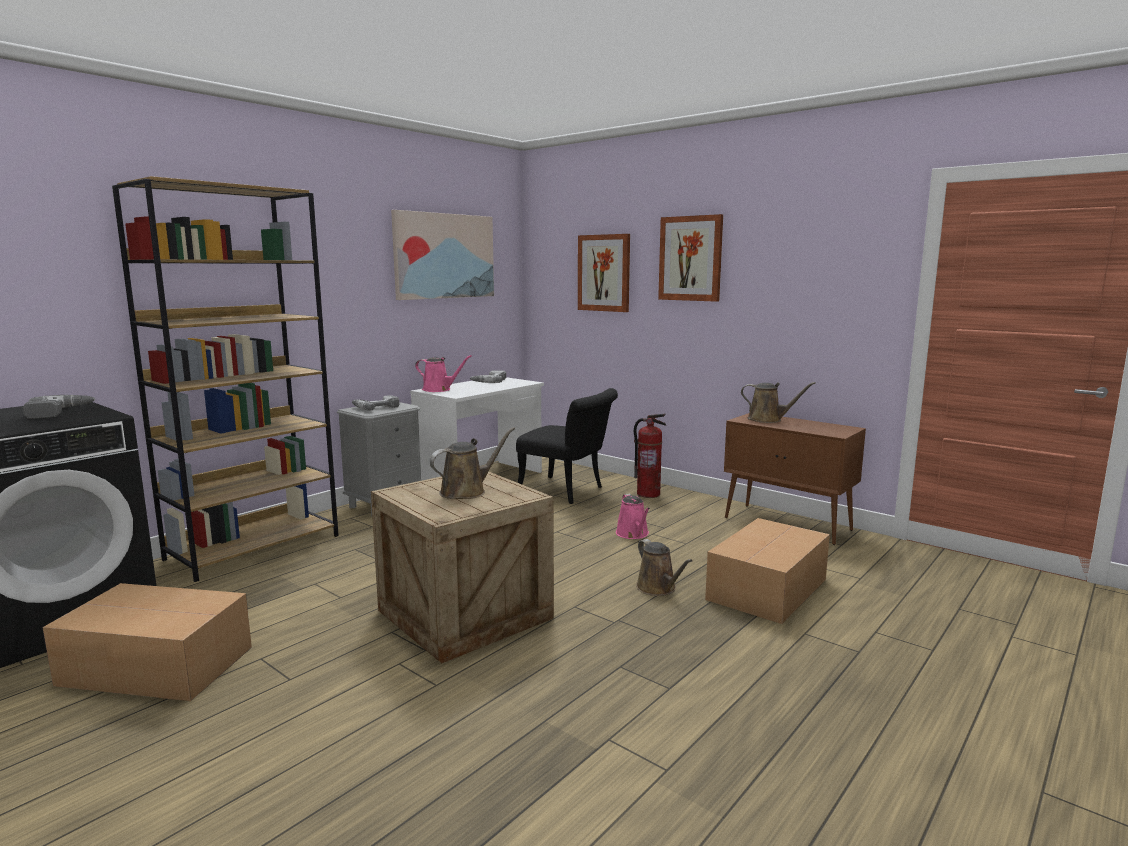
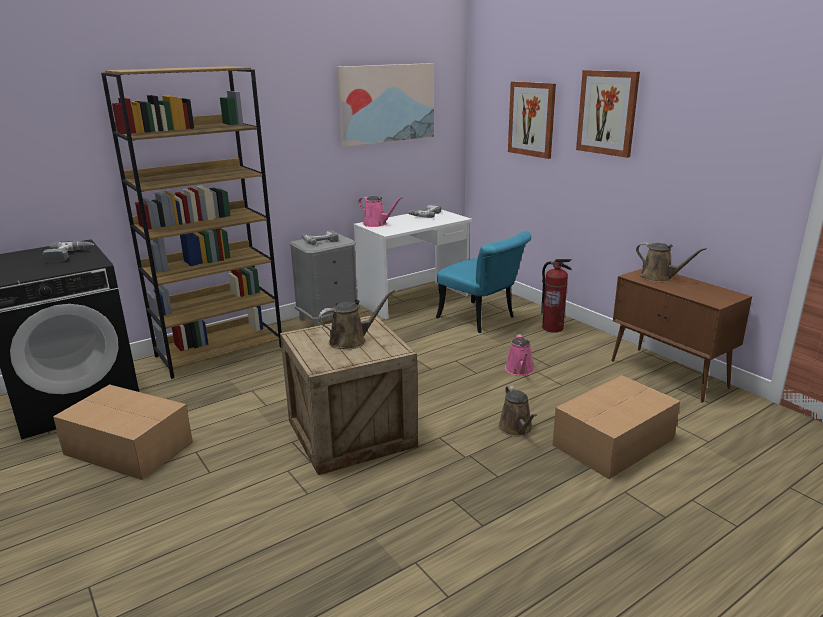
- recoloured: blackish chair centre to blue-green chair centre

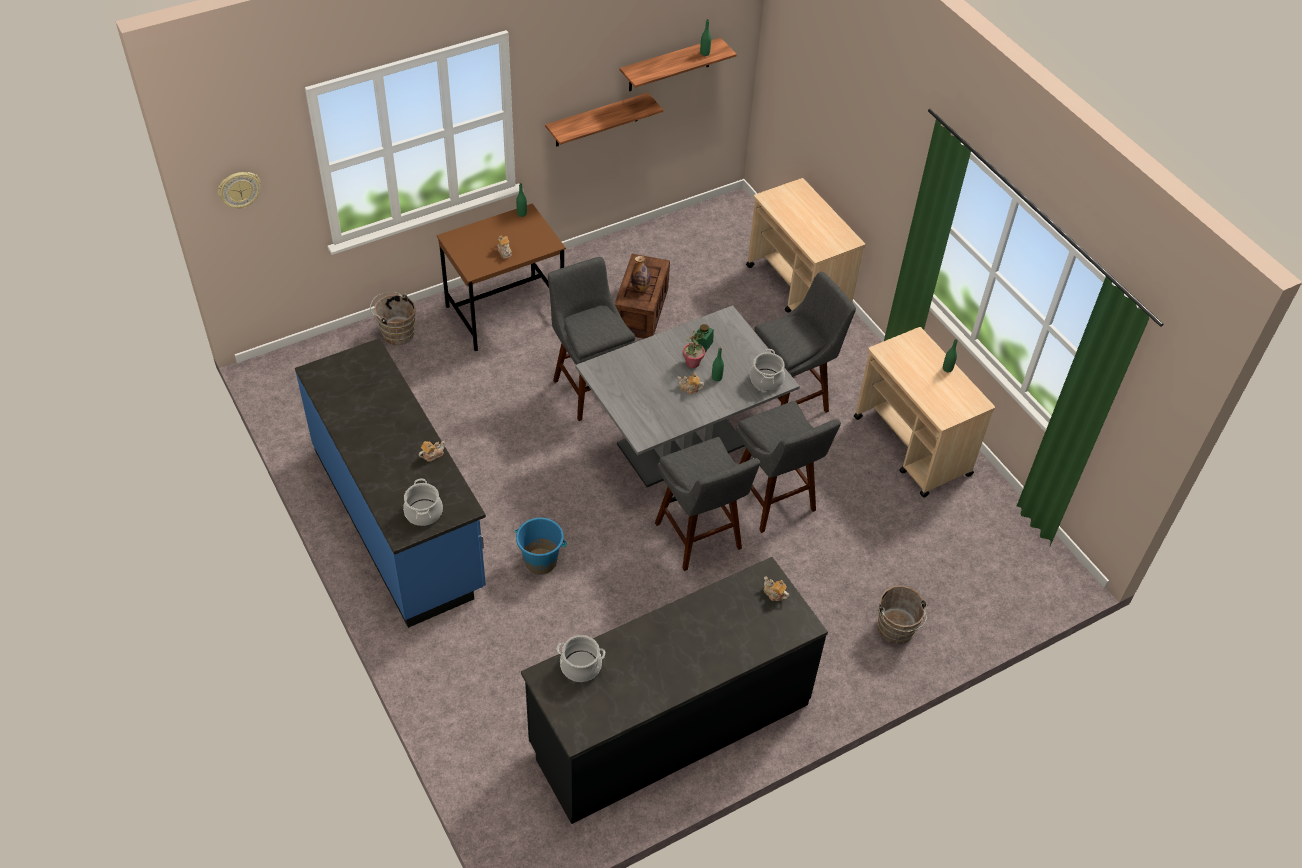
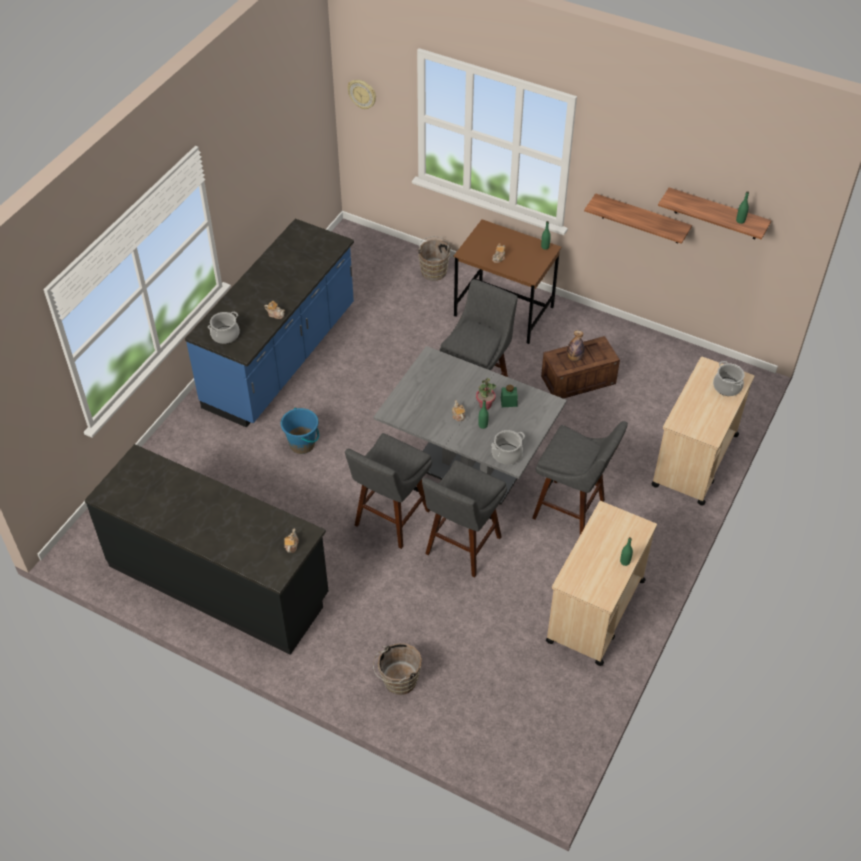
- moved: cooking pot (2nd from left in the first image) bottom centre to cooking pot (3rd from left) middle right

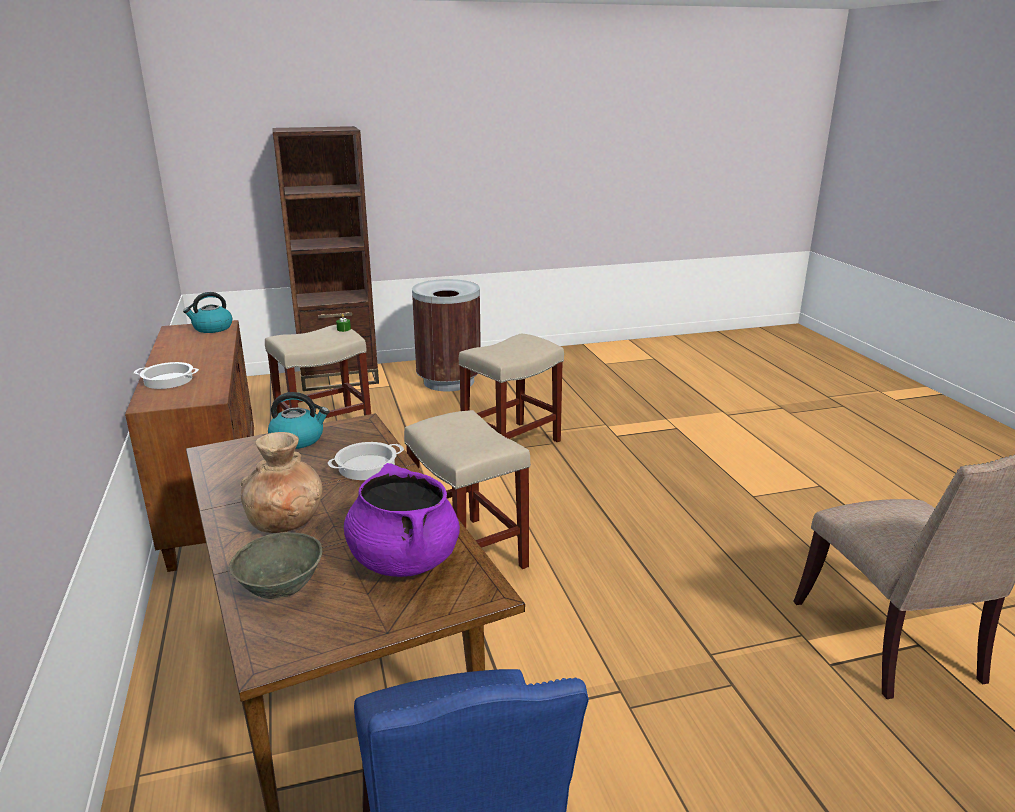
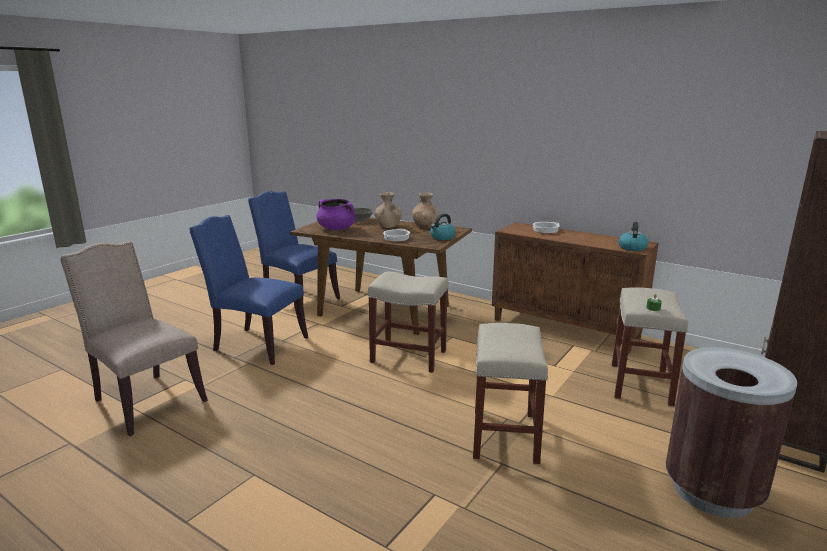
- added: brown flower vase (2nd from left) centre
- added: blue-coloured chair (1st from left) middle left

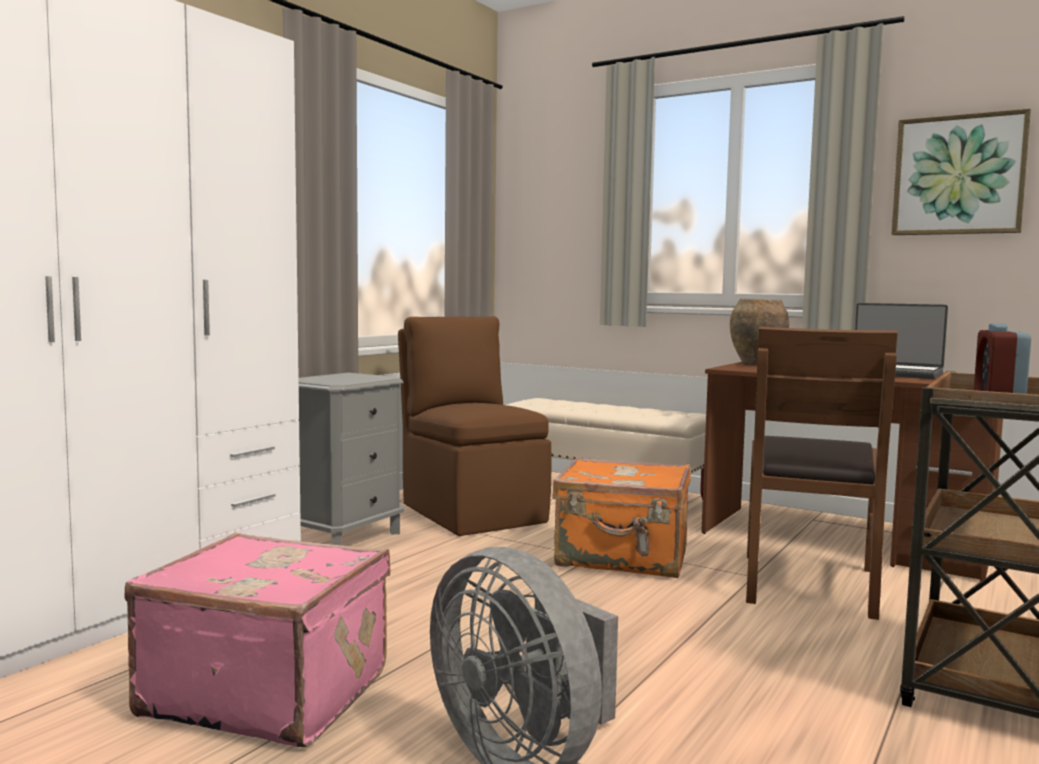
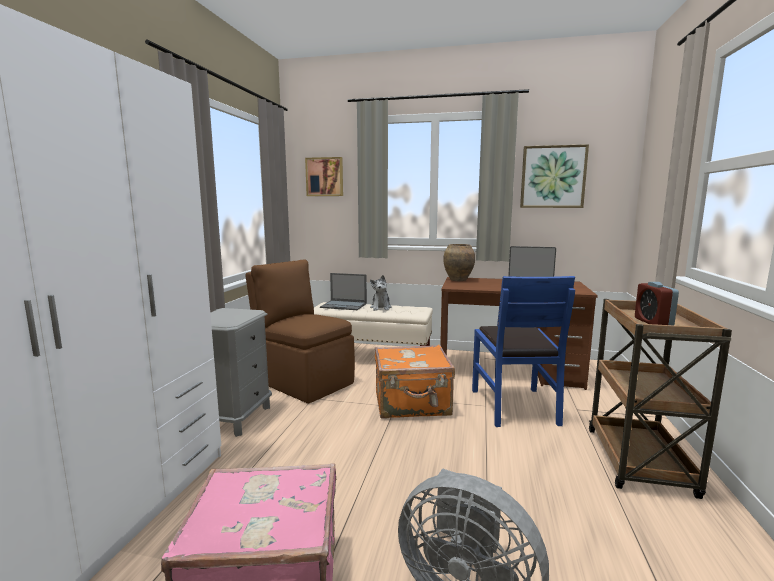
- recoloured: brown chair (2nd from left) middle right to blue-coloured chair middle right
- added: wall art (1st from left) top centre
- added: notebook computer (1st from left) centre
- added: plush toy centre

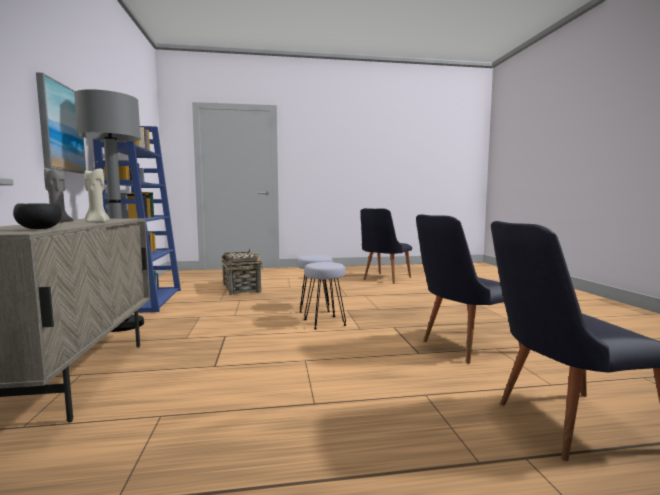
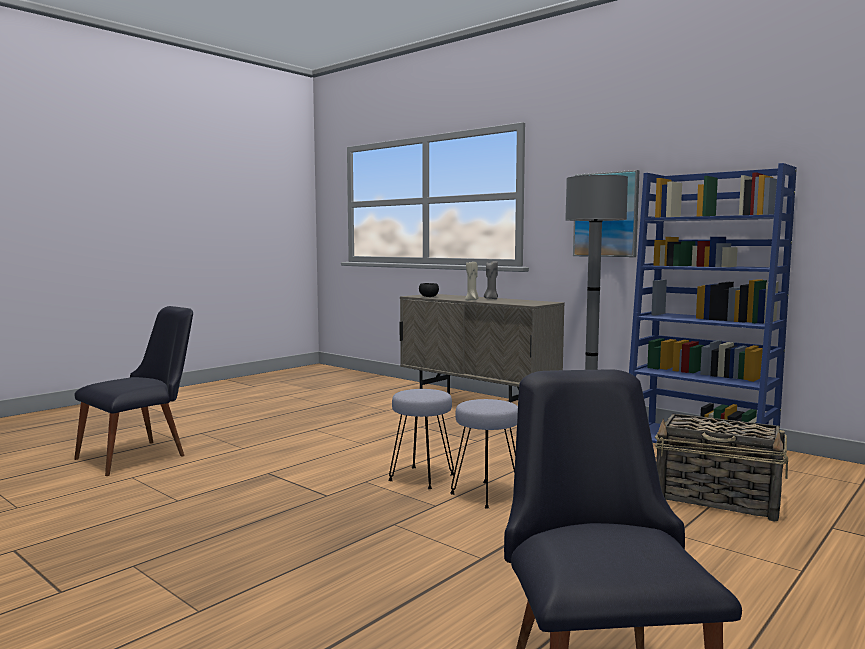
- removed: blackish chair (2nd from left) middle right

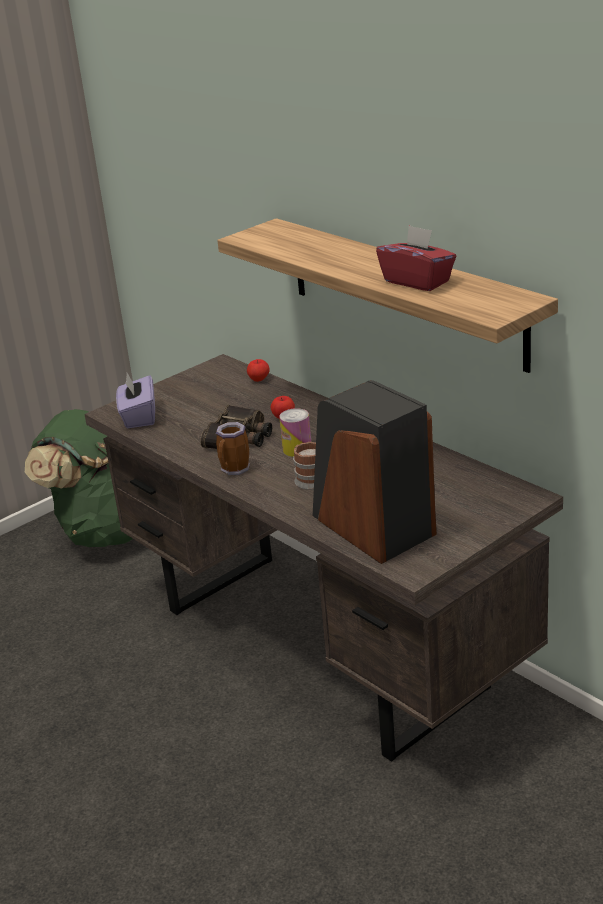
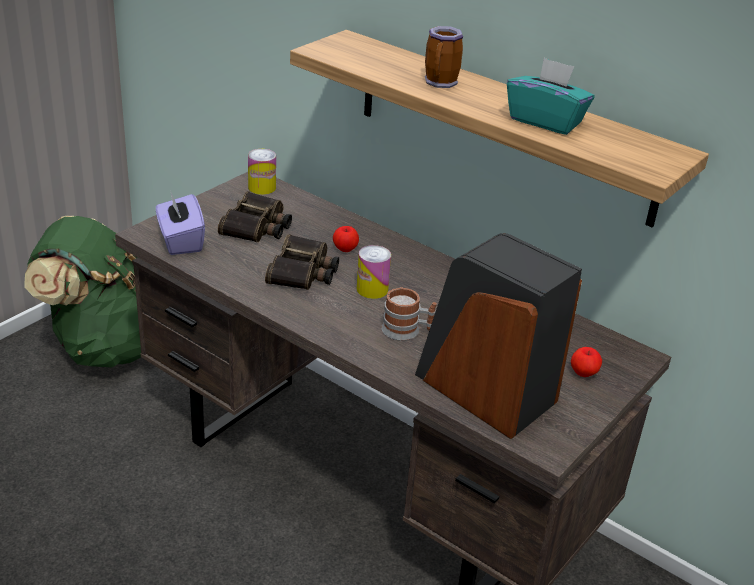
- recoloured: reddish box of tissues top right to blue-green box of tissues top right
- moved: whole apple (1st from left in the first image) centre to whole apple (2nd from left) middle right
- moved: coffee mug (1st from left in the first image) centre to coffee mug (2nd from left) top centre
- added: metal can (1st from left) top centre
- added: field glasses (1st from left) centre

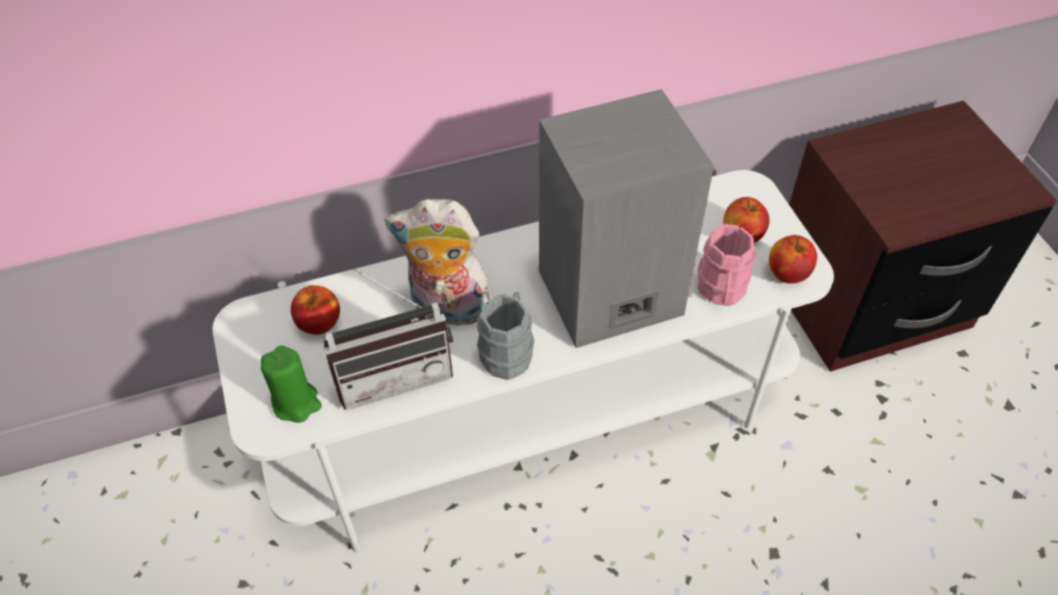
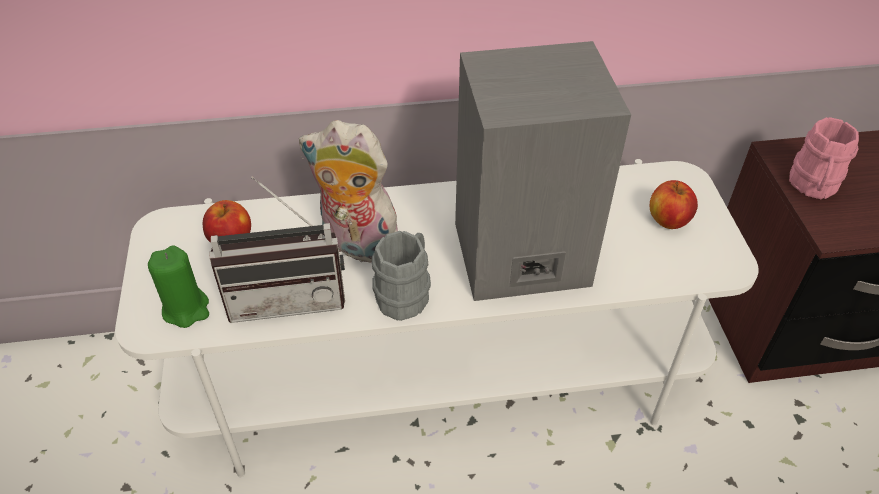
- moved: pinkish coffee mug middle right to top right
- removed: whole apple (3rd from left) middle right

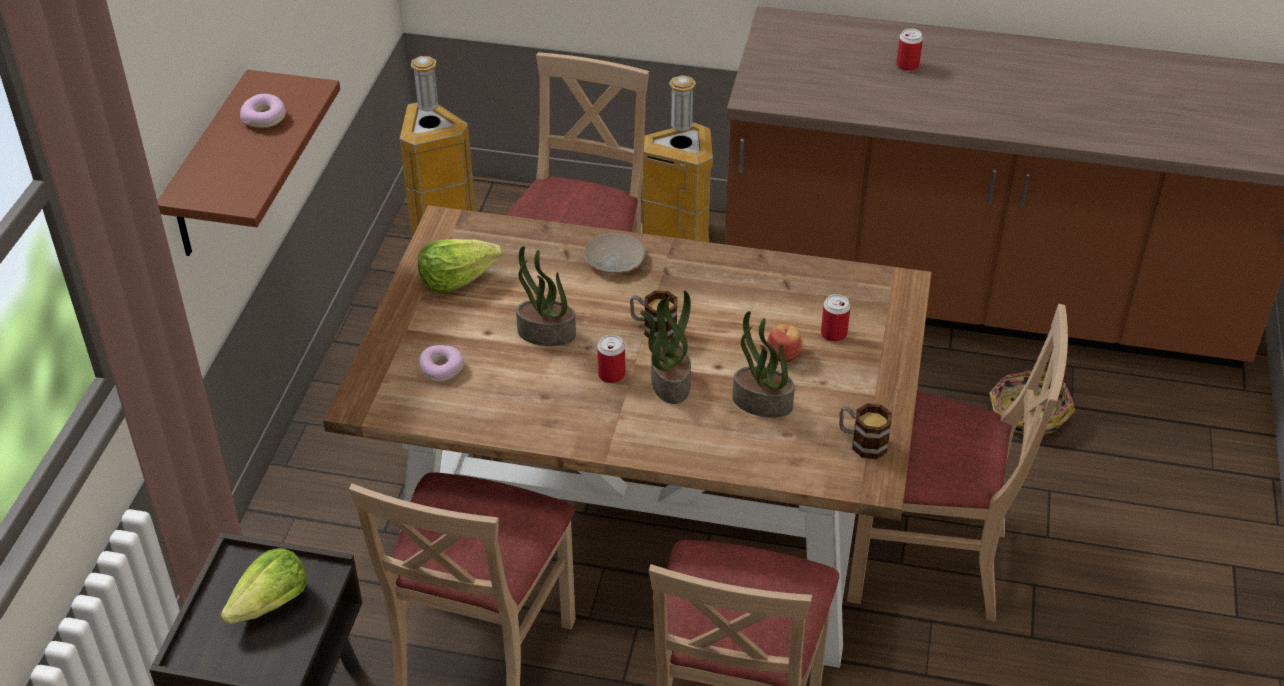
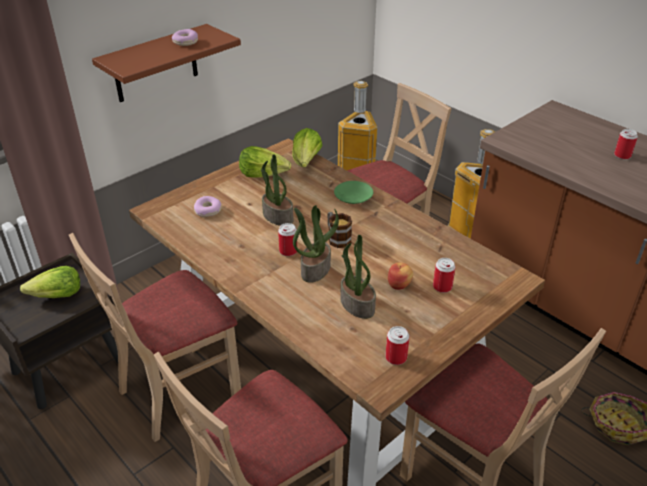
- recoloured: beige-coloured flat dish centre to green flat dish centre
- replaced: coffee mug (2nd from left) middle right to metal can (2nd from left) bottom centre
- added: lettuce (3rd from left) top centre

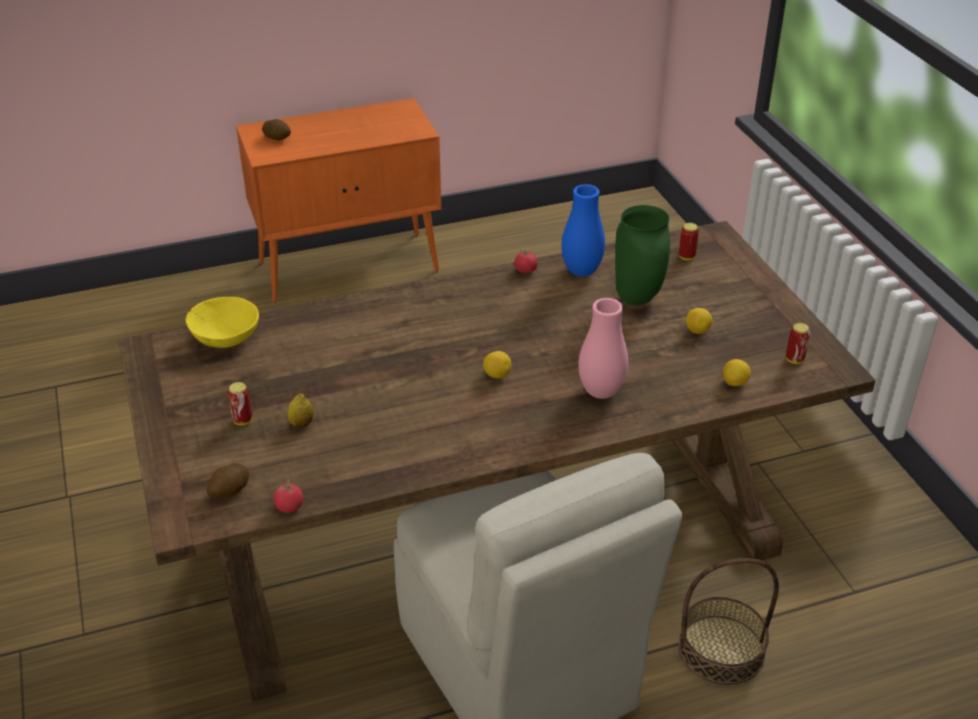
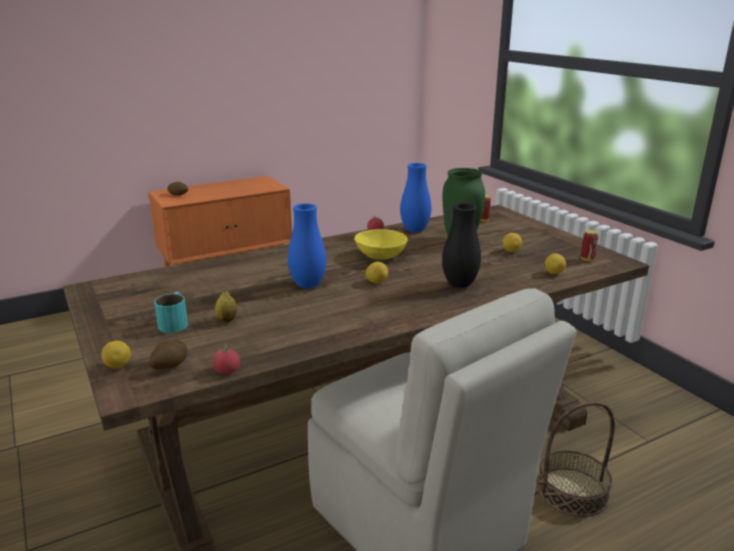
- moved: yellowish deep dish middle left to centre
- recoloured: pinkish flower vase centre to blackish flower vase centre
- replaced: metal can (1st from left) middle left to blue-green coffee mug middle left
- added: blue-coloured flower vase (1st from left) centre
- added: lemon (1st from left) middle left

